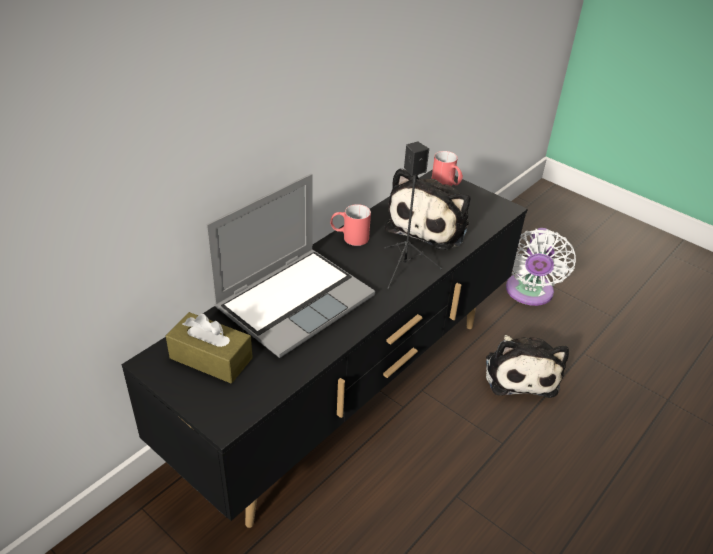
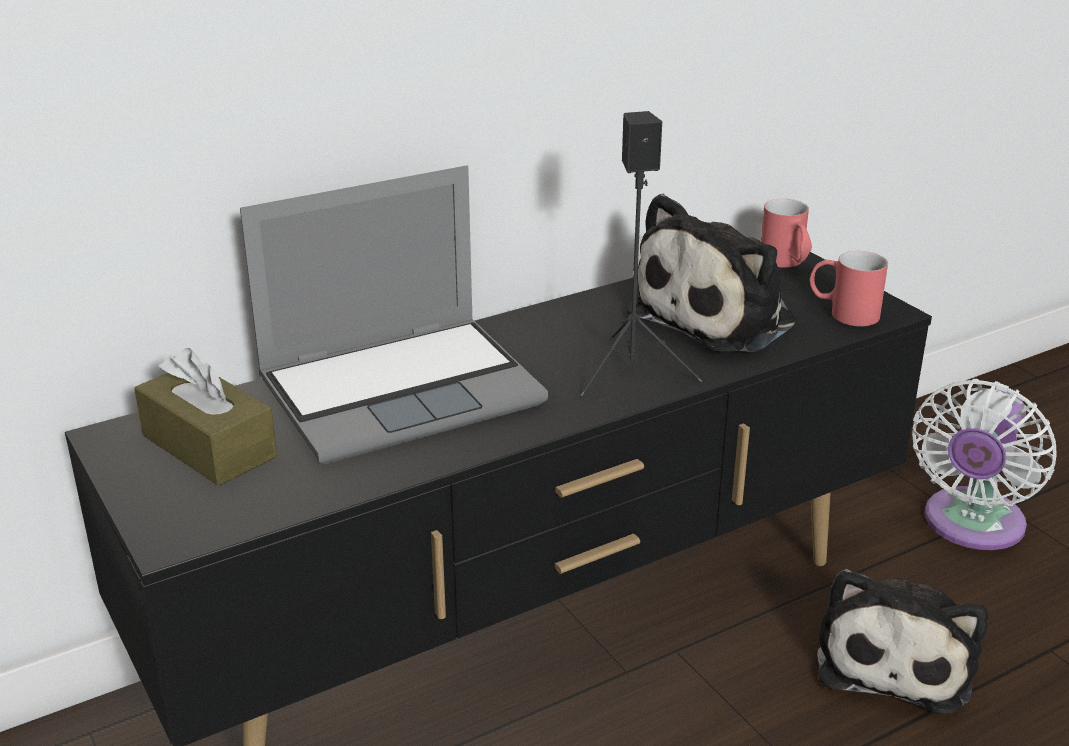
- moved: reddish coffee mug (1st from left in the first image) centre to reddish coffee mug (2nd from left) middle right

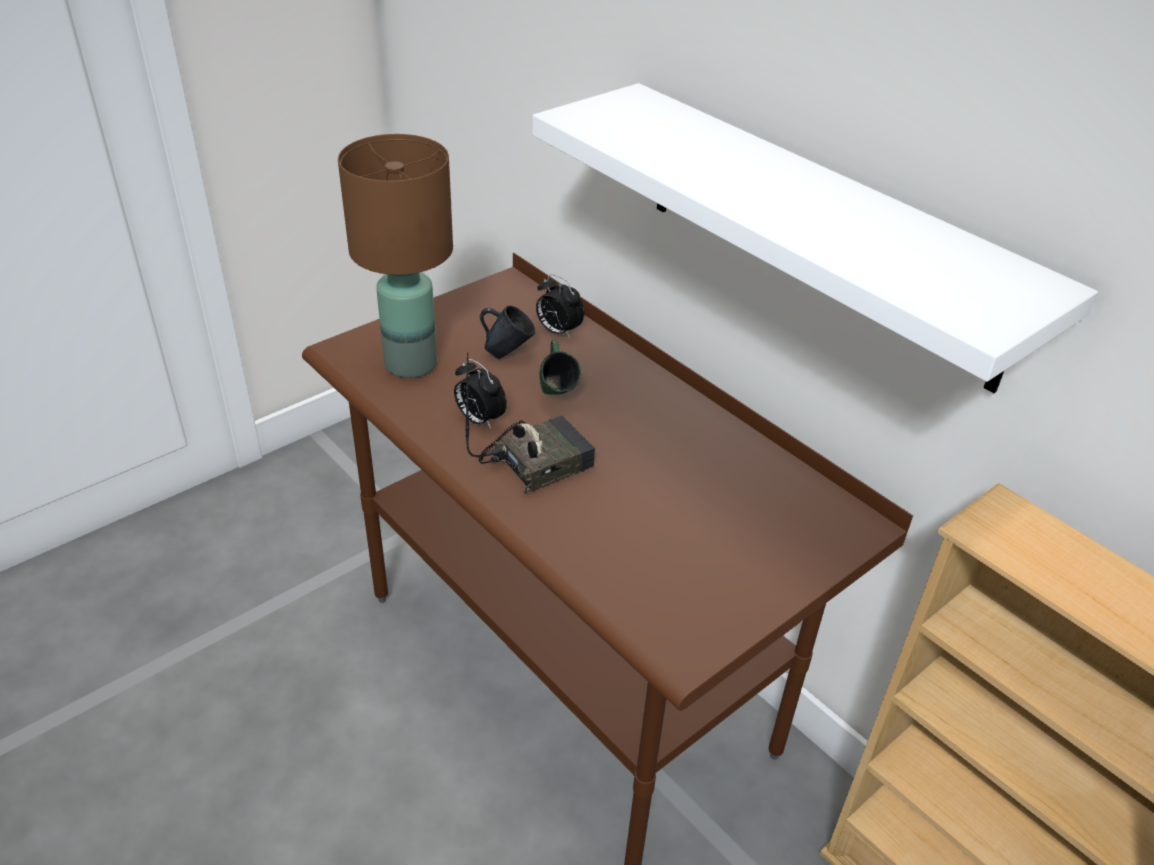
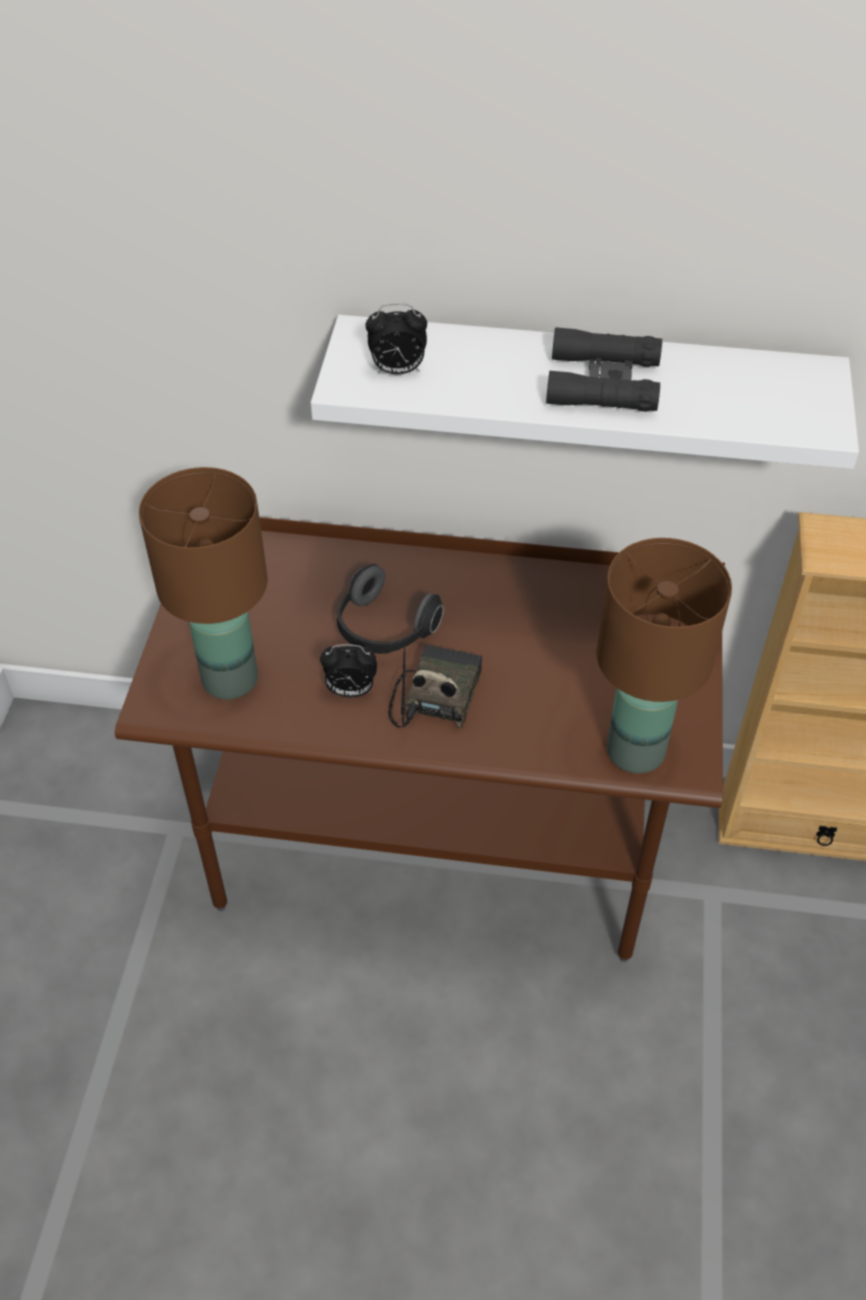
- moved: table clock (2nd from left) centre to top centre
- removed: blue-coloured coffee mug centre
- replaced: green coffee mug centre to headset centre
- added: blackish field glasses top right
- added: brown table lamp (2nd from left) middle right

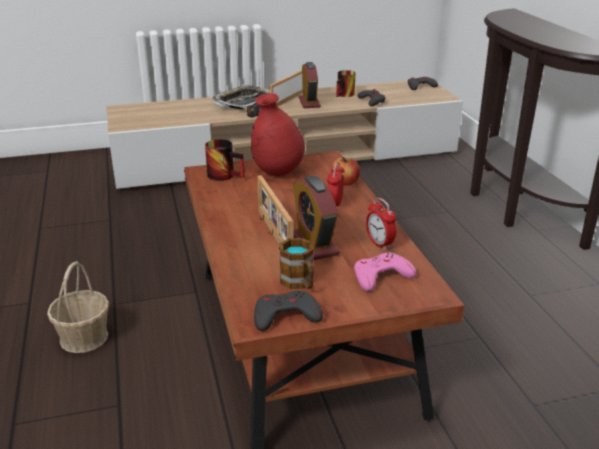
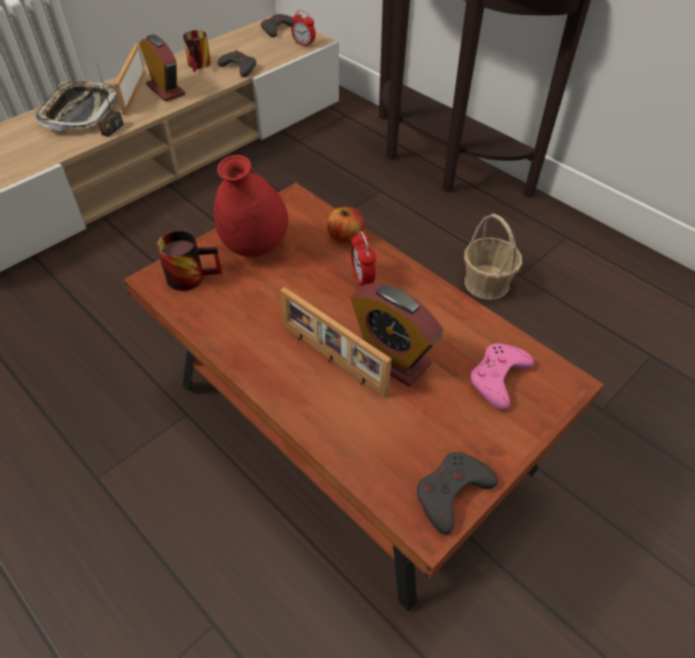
- moved: table clock (4th from left in the first image) centre to table clock (2nd from left) top centre
- removed: coffee mug (2nd from left) centre
- moved: household basket bottom left to middle right

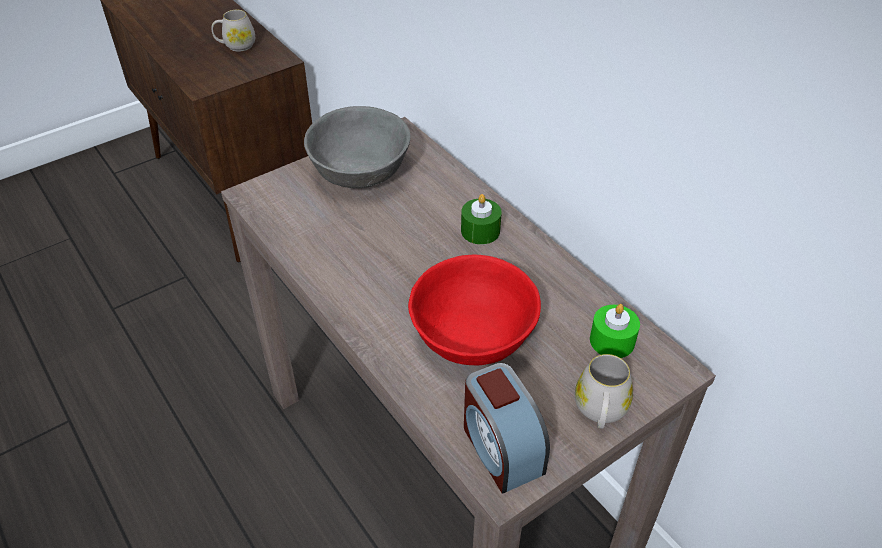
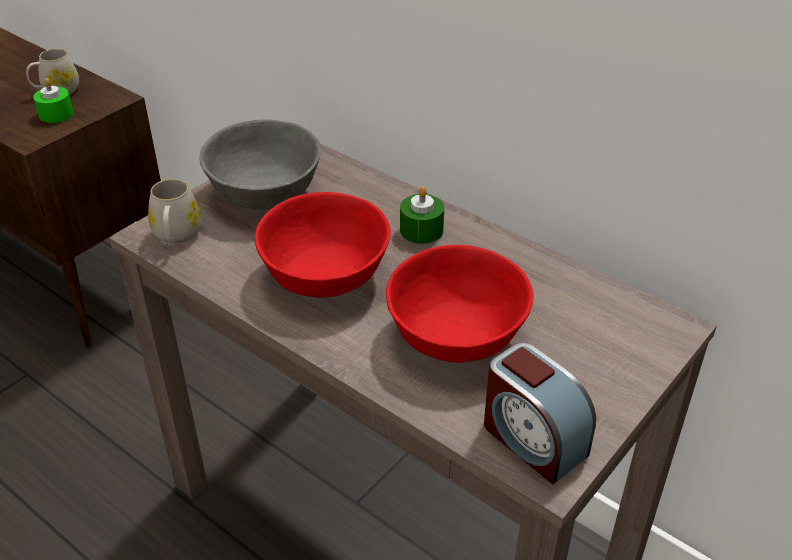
- moved: green candle (2nd from left in the first image) middle right to green candle (1st from left) top left
- moved: white-coloured coffee mug (2nd from left) bottom right to middle left
- added: reddish deep dish (1st from left) centre

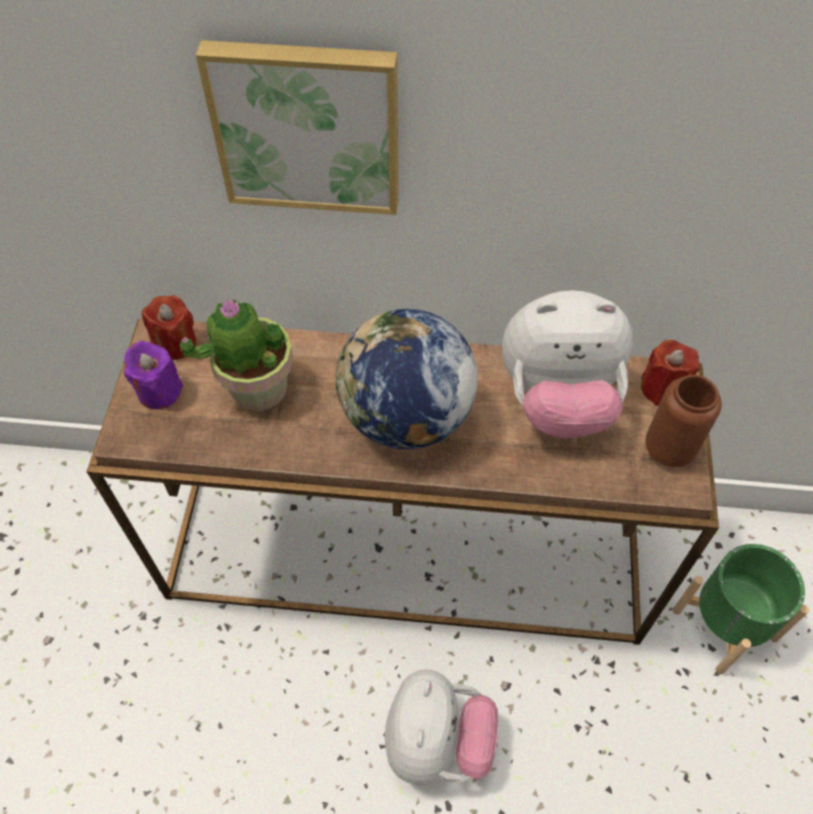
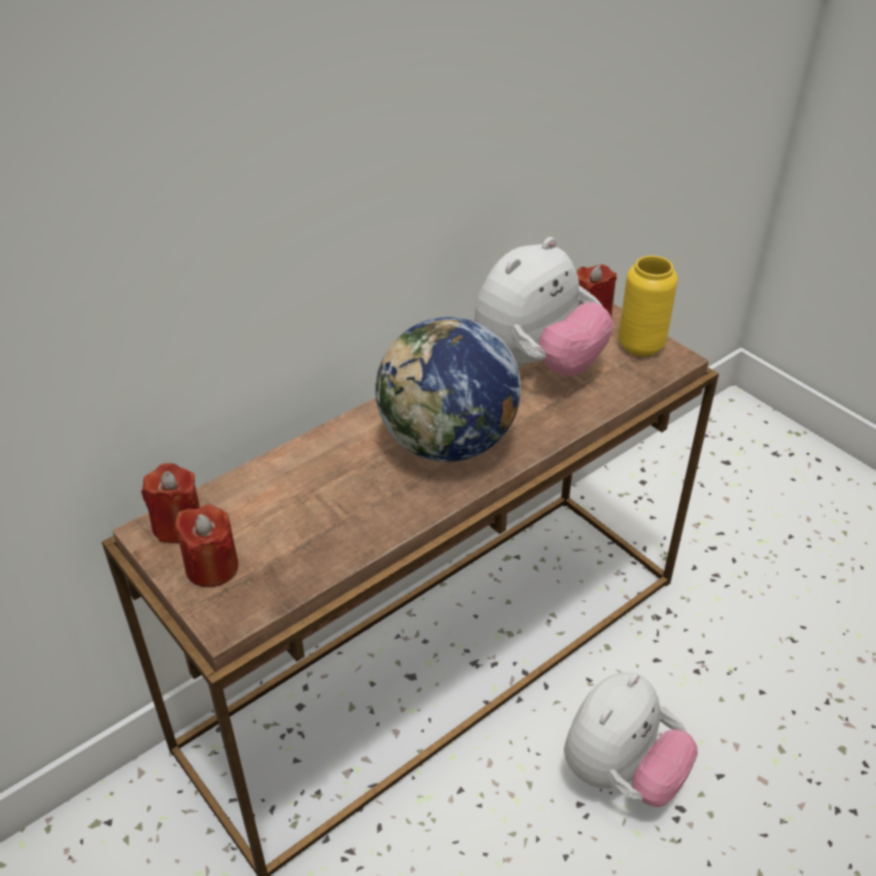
- removed: wall art top centre
- removed: houseplant middle left
- recoloured: purple-coloured candle middle left to reddish candle (2nd from left) middle left
- recoloured: brown flower vase middle right to yellowish flower vase middle right
- removed: green flower pot bottom right
- turned: plush toy (1st from left in the first image) bottom centre = bottom right 75 degrees clockwise

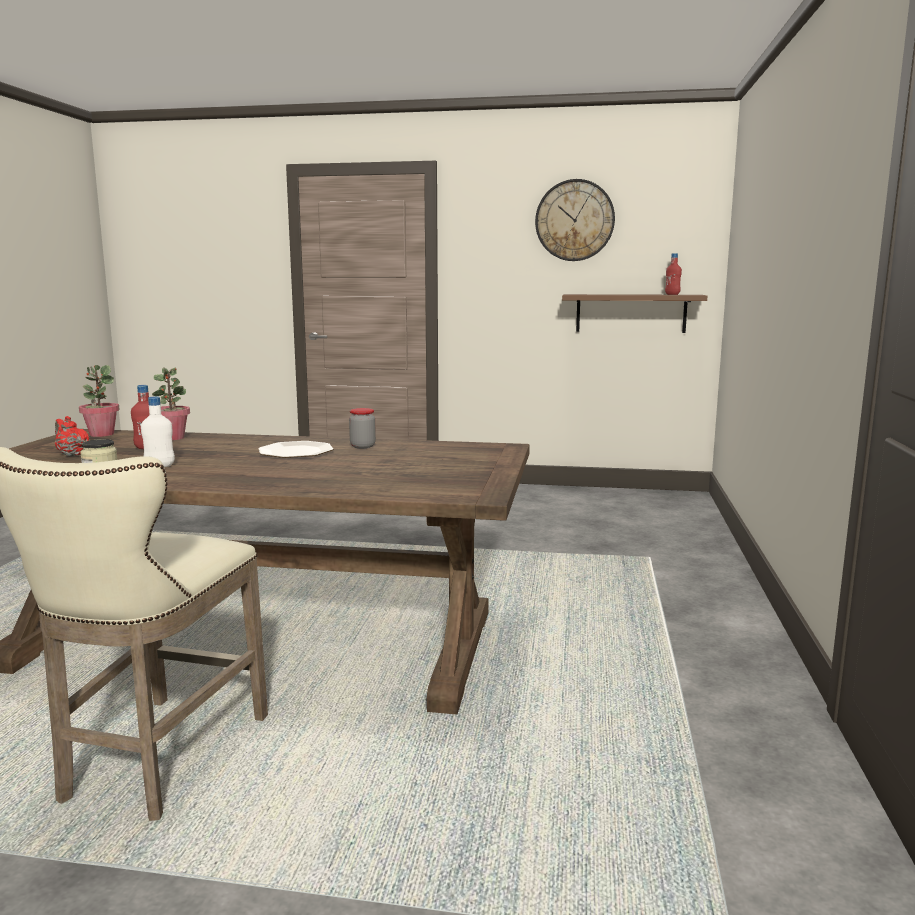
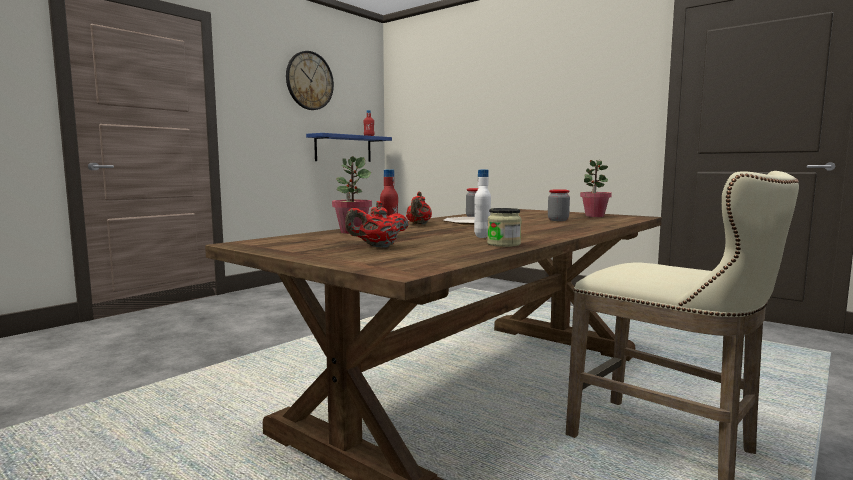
- recoloured: brown wall shelf middle right to blue-coloured wall shelf top centre
- moved: houseplant (1st from left in the first image) middle left to houseplant (2nd from left) middle right
- added: storage jar (3rd from left) centre
- added: reddish teapot (2nd from left) centre

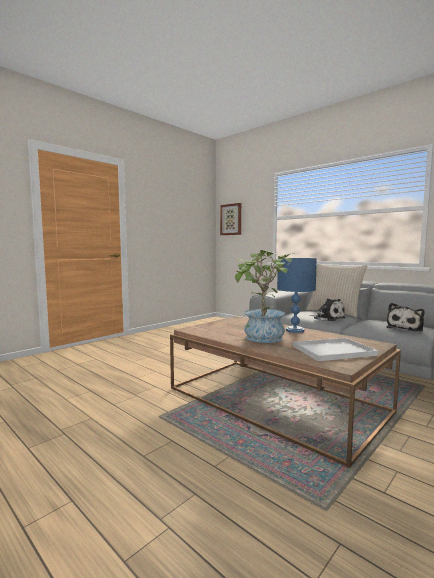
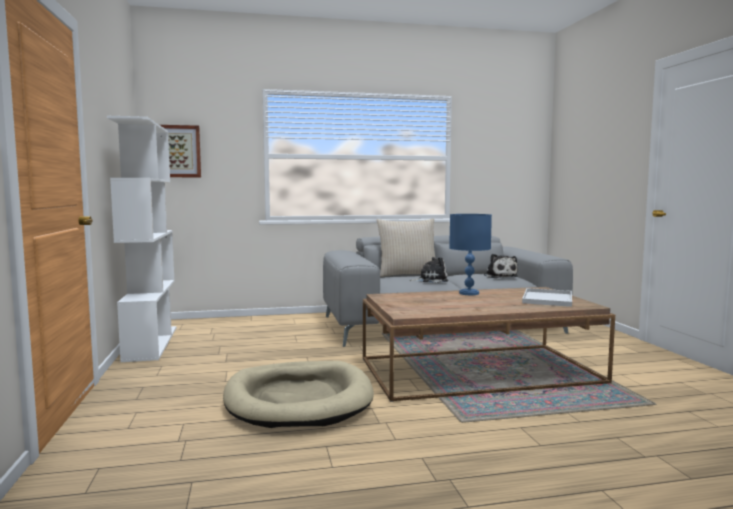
- removed: houseplant centre
- added: white-coloured shelving unit middle left
- added: beige-coloured dog bed bottom centre

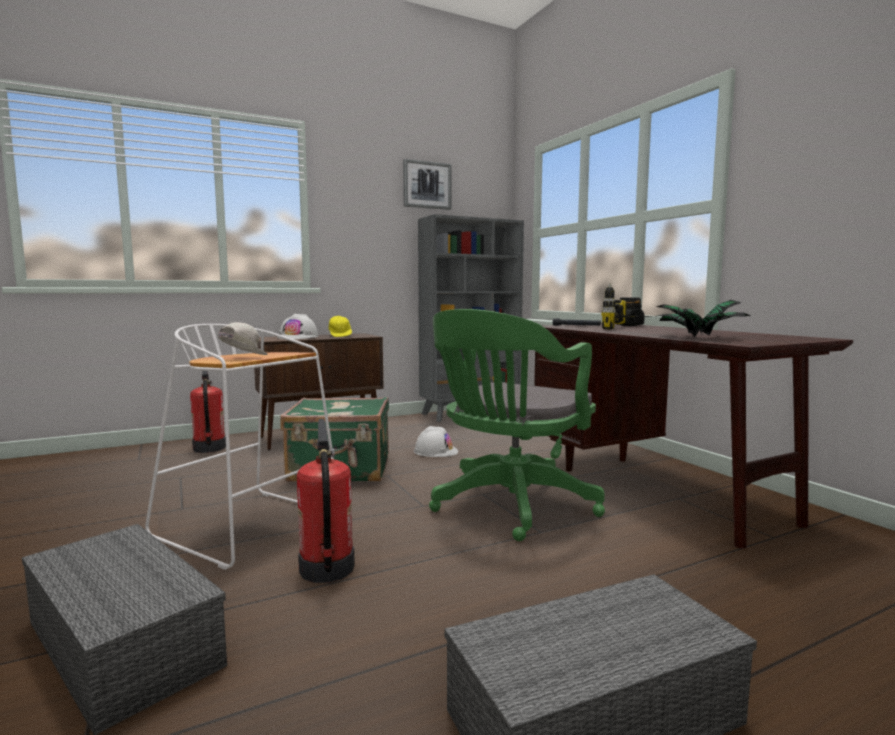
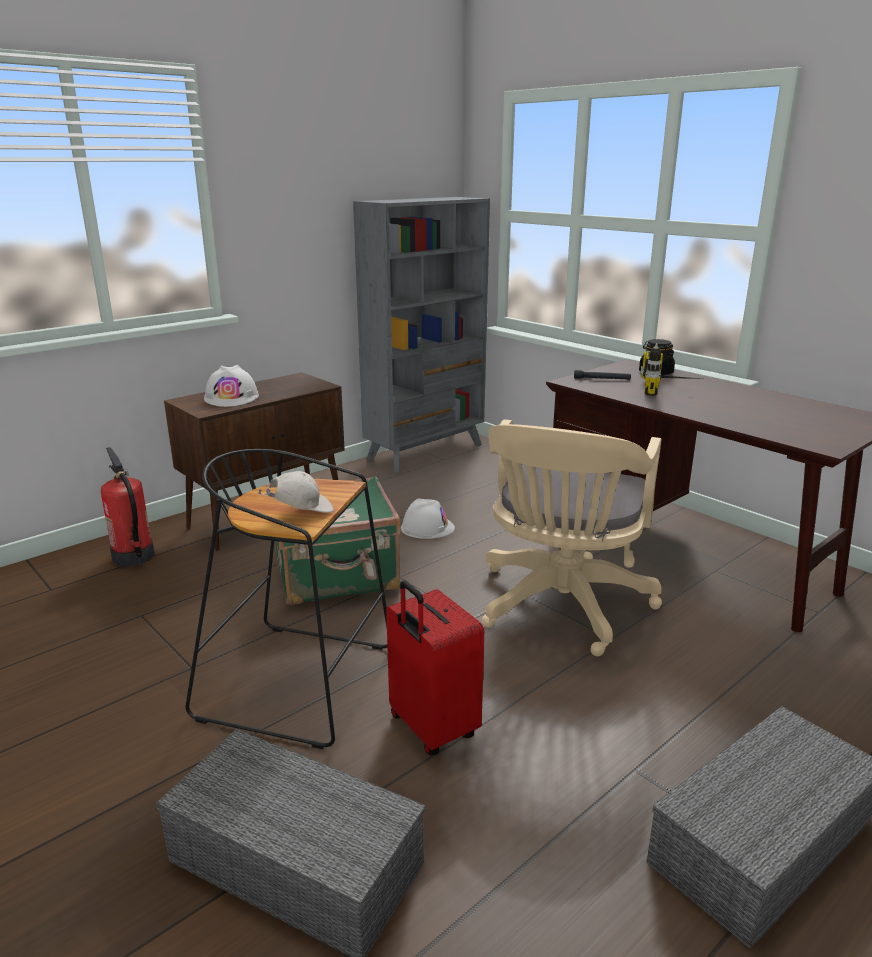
- removed: wall art top centre
- removed: houseplant middle right
- recoloured: green computer chair centre to beige-coloured computer chair centre
- removed: yellowish cap centre
- turned: white-coloured cap middle left = centre 60 degrees clockwise
- recoloured: white-coloured sitting stool middle left to blackish sitting stool middle left
- replaced: fire extinguisher (2nd from left) bottom centre to reddish piece of luggage bottom centre

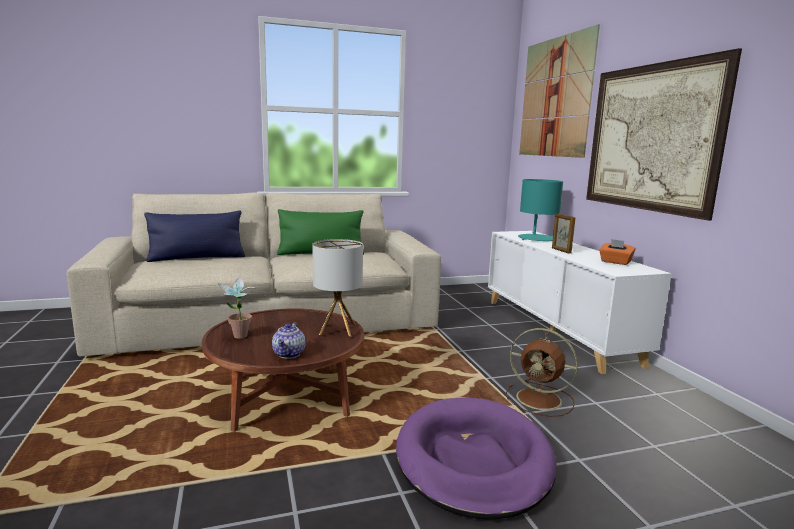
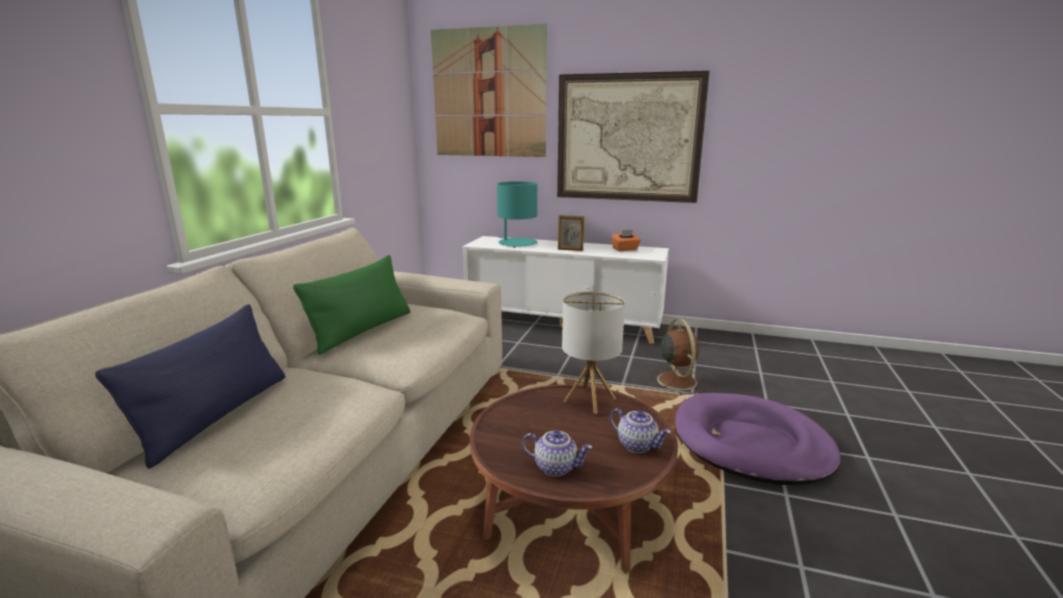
- replaced: houseplant middle left to teapot (1st from left) bottom centre
- turned: brown fan bottom right = centre 75 degrees counterclockwise

